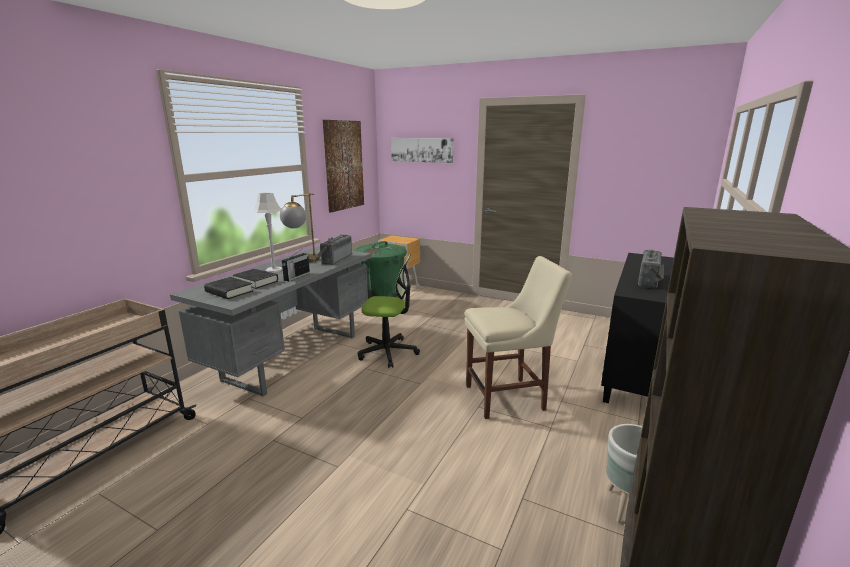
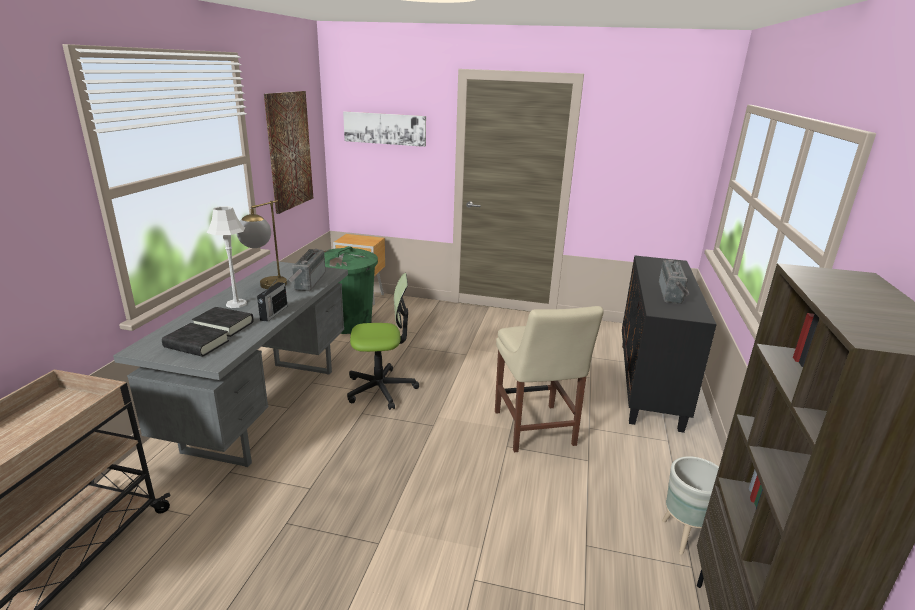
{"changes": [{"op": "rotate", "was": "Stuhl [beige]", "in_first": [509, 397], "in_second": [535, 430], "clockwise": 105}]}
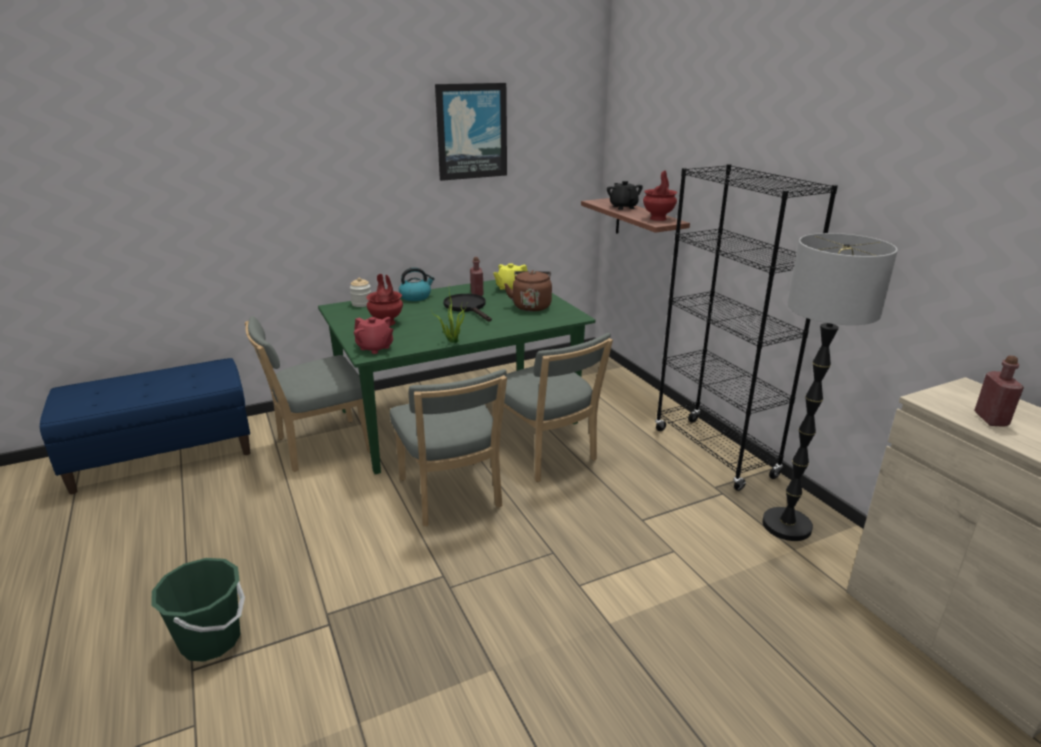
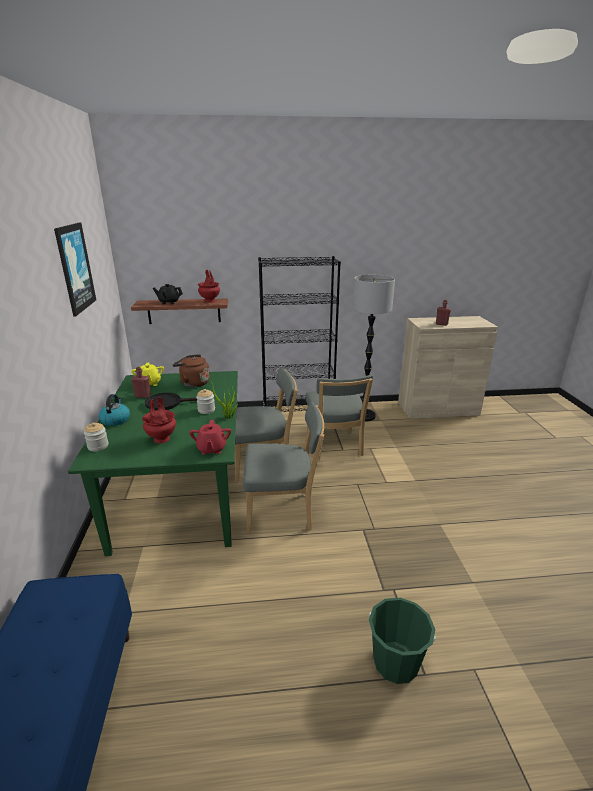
{"changes": [{"op": "move", "was": "Stuhl [grau]", "in_first": [319, 446], "in_second": [335, 446]}, {"op": "rotate", "was": "Teekanne [rot]", "in_first": [375, 348], "in_second": [211, 449], "clockwise": 120}, {"op": "insert", "now": "Vorratsglas", "in_second": [206, 410]}]}
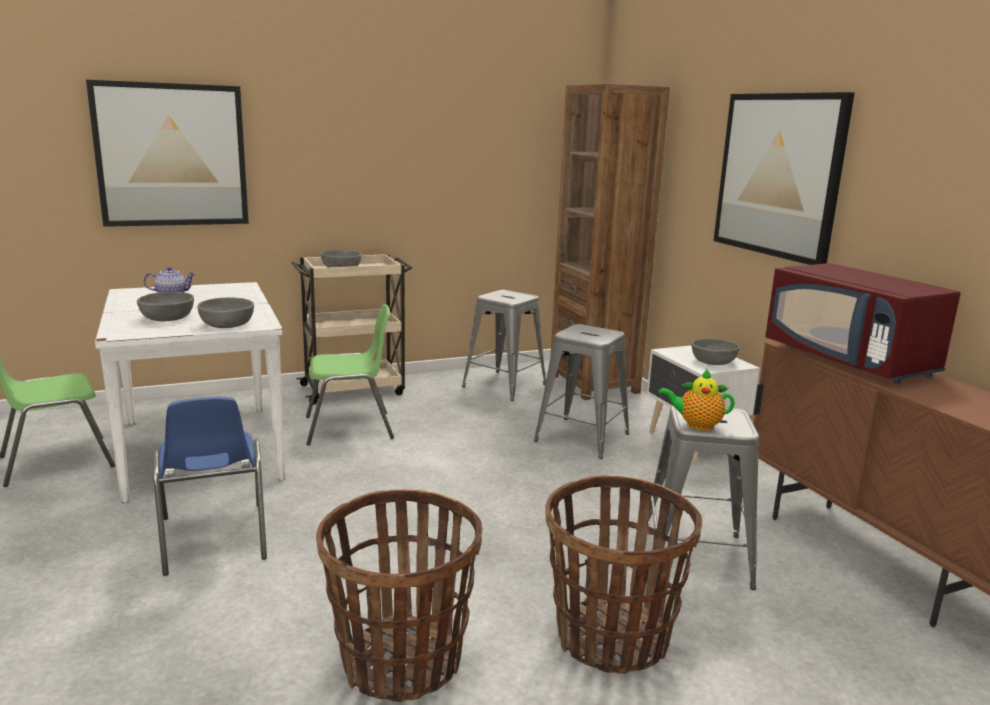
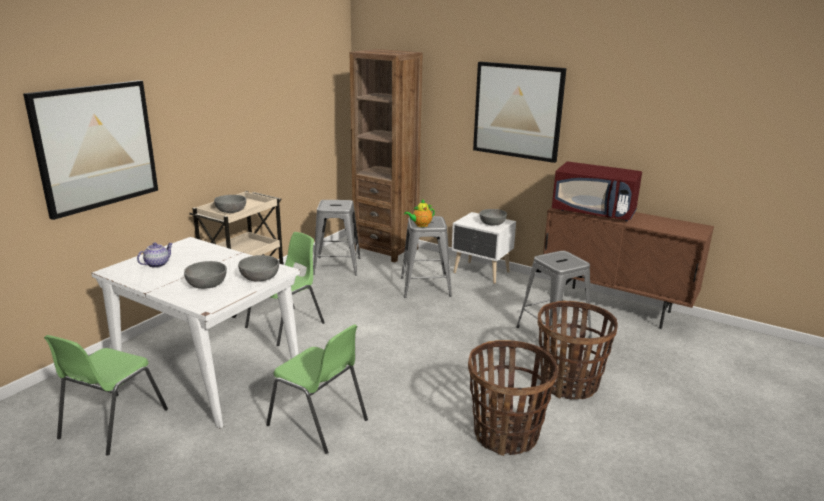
{"changes": [{"op": "recolor", "was": "Stuhl [blau]", "now": "Stuhl [grün]", "in_first": [213, 539], "in_second": [319, 423]}, {"op": "move", "was": "Teekanne", "in_first": [696, 425], "in_second": [420, 225]}]}
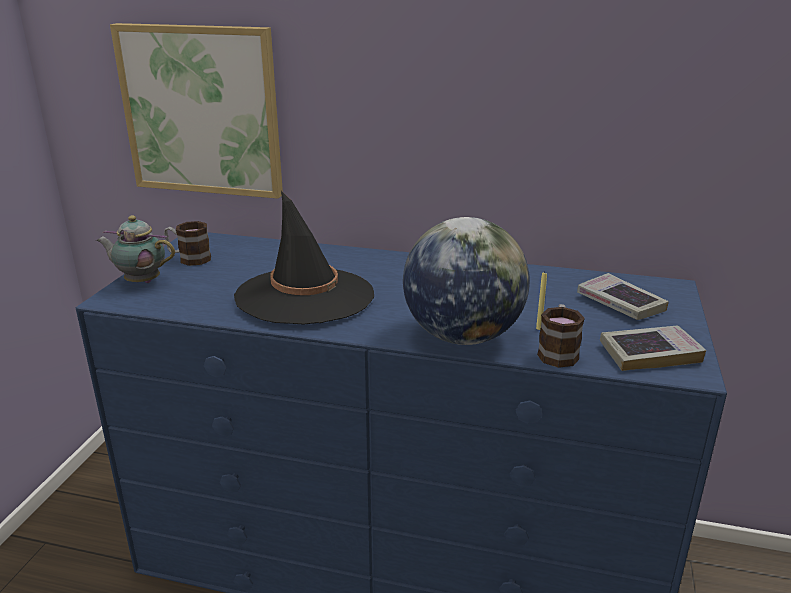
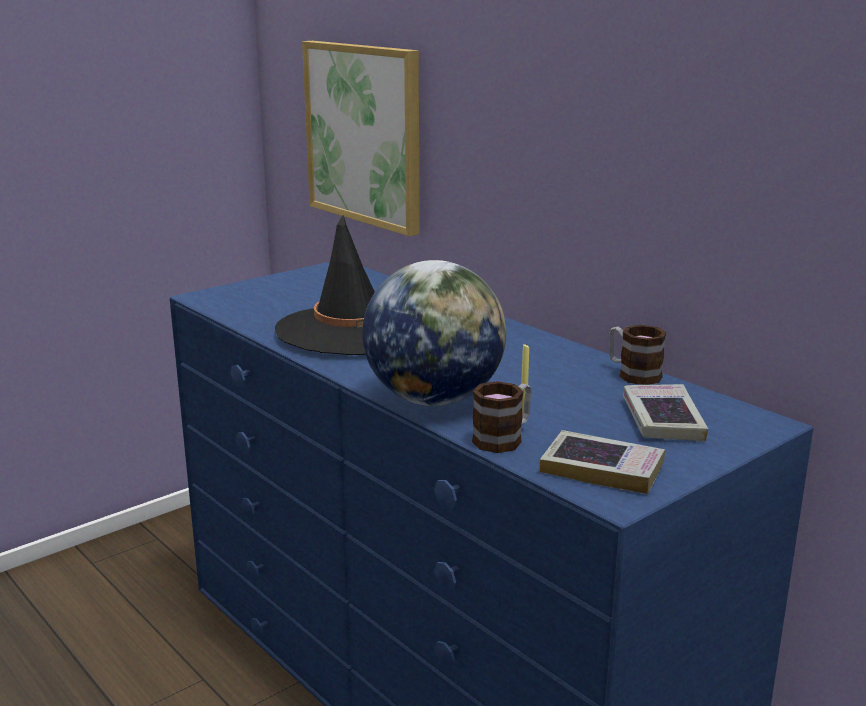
{"changes": [{"op": "delete", "was": "Teekanne", "in_first": [141, 281]}, {"op": "move", "was": "Henkelbecher", "in_first": [189, 258], "in_second": [632, 374]}]}
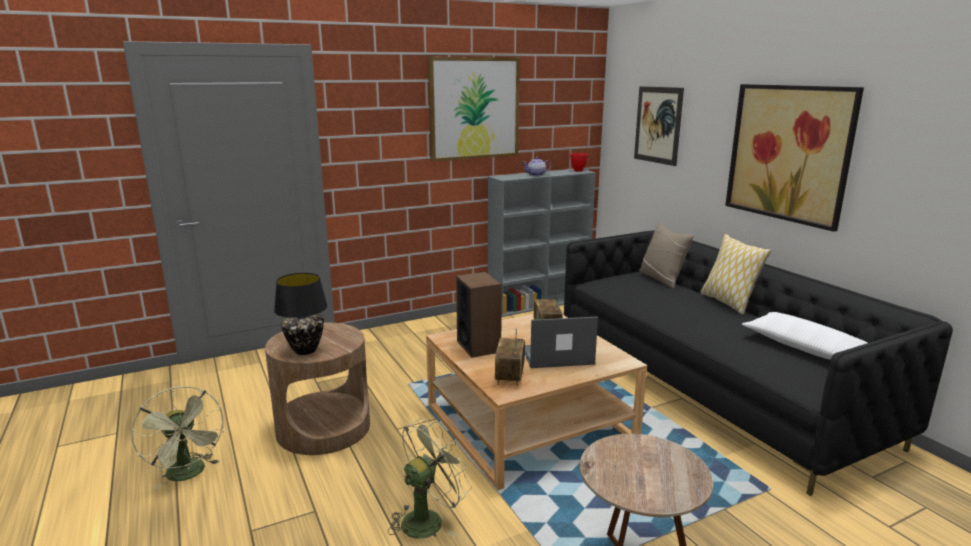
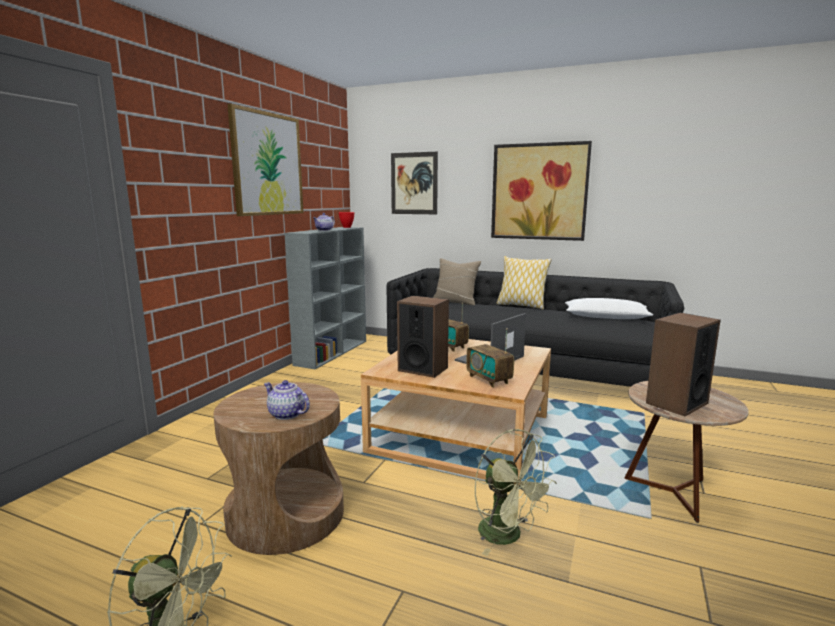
{"changes": [{"op": "replace", "was": "Tischlampe [schwarz]", "now": "Teekanne", "in_first": [305, 351], "in_second": [287, 414]}, {"op": "rotate", "was": "Ventilator [grün]", "in_first": [428, 519], "in_second": [508, 536], "clockwise": 135}, {"op": "insert", "now": "Lautsprecher", "in_second": [676, 403]}]}
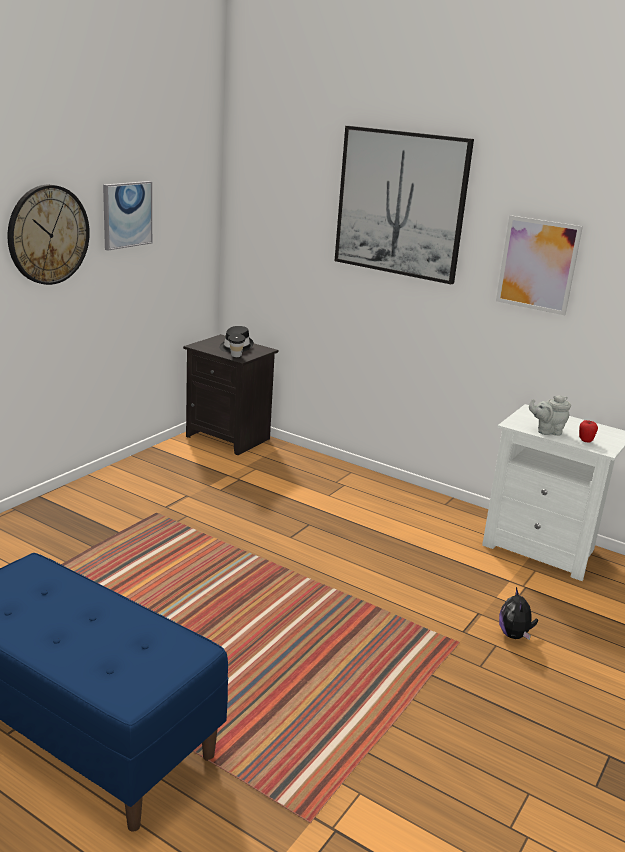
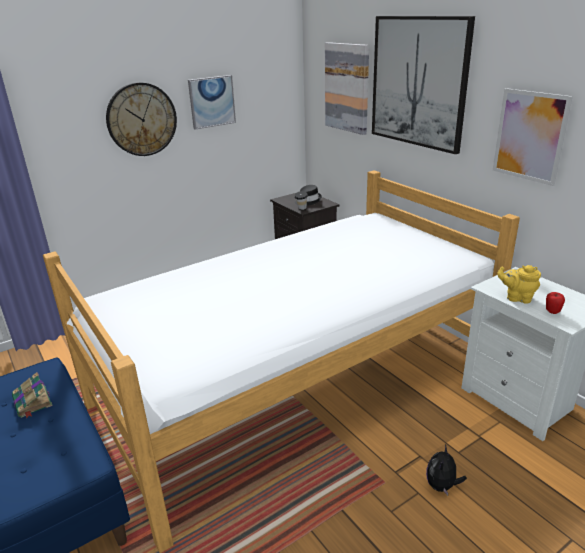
{"changes": [{"op": "recolor", "was": "Teekanne [grau]", "now": "Teekanne [gelb]", "in_first": [547, 431], "in_second": [517, 298]}, {"op": "insert", "now": "Buch", "in_second": [33, 402]}, {"op": "insert", "now": "Bett", "in_second": [297, 382]}, {"op": "insert", "now": "Bild", "in_second": [347, 88]}]}
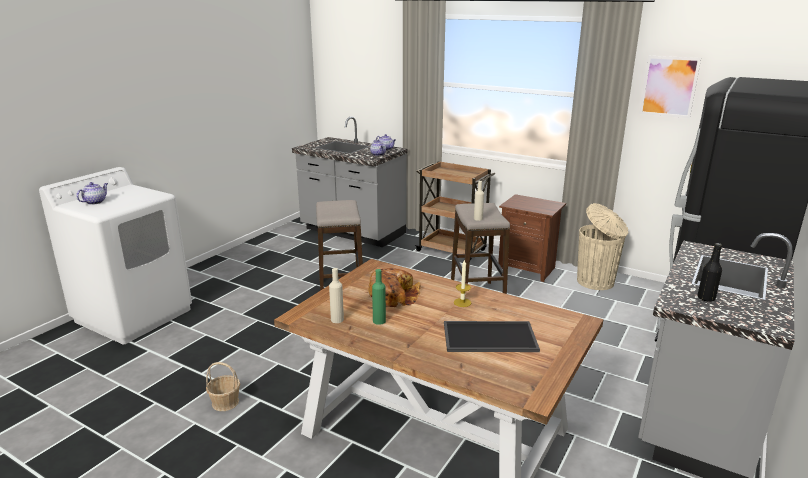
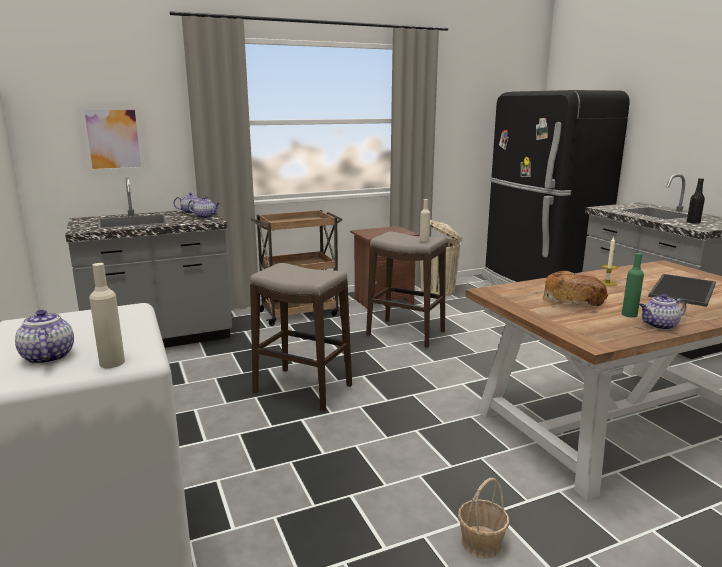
{"changes": [{"op": "move", "was": "Flasche [beige]", "in_first": [337, 320], "in_second": [112, 363]}, {"op": "move", "was": "Bild", "in_first": [669, 86], "in_second": [113, 139]}, {"op": "insert", "now": "Teekanne", "in_second": [659, 325]}]}
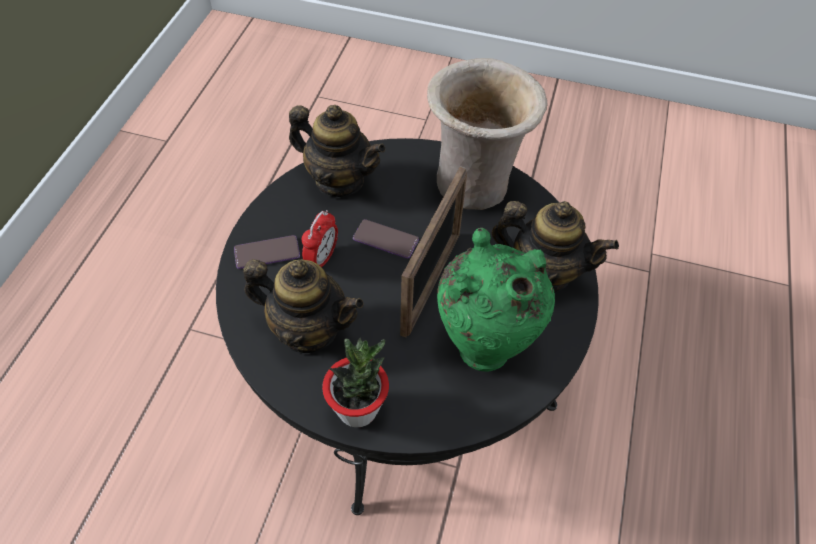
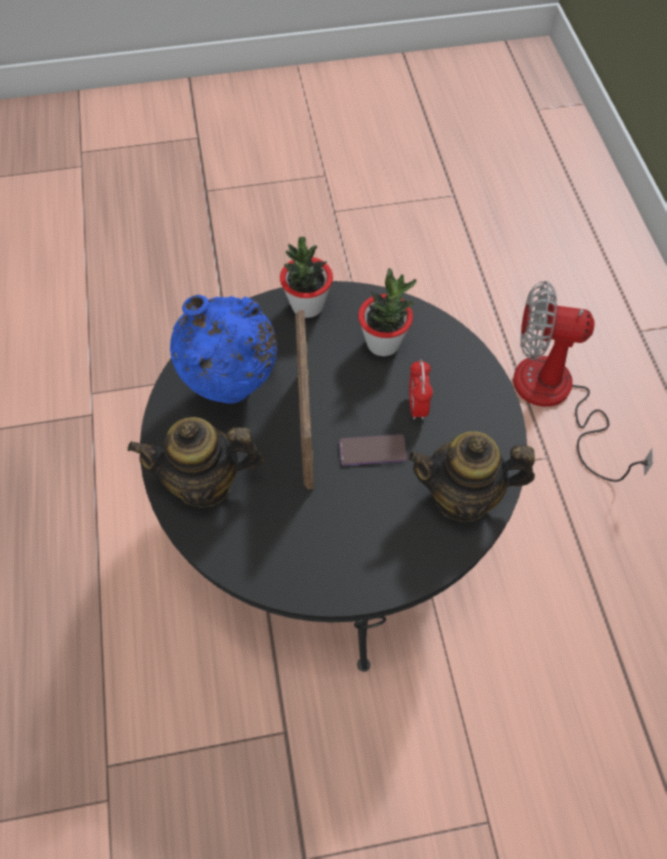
{"changes": [{"op": "delete", "was": "Handy", "in_first": [267, 253]}, {"op": "replace", "was": "Teekanne", "now": "Topfpflanze", "in_first": [308, 329], "in_second": [383, 343]}, {"op": "delete", "was": "Vase [beige]", "in_first": [474, 183]}, {"op": "recolor", "was": "Vase [grün]", "now": "Vase [blau]", "in_first": [484, 344], "in_second": [233, 392]}, {"op": "insert", "now": "Ventilator", "in_second": [555, 399]}]}
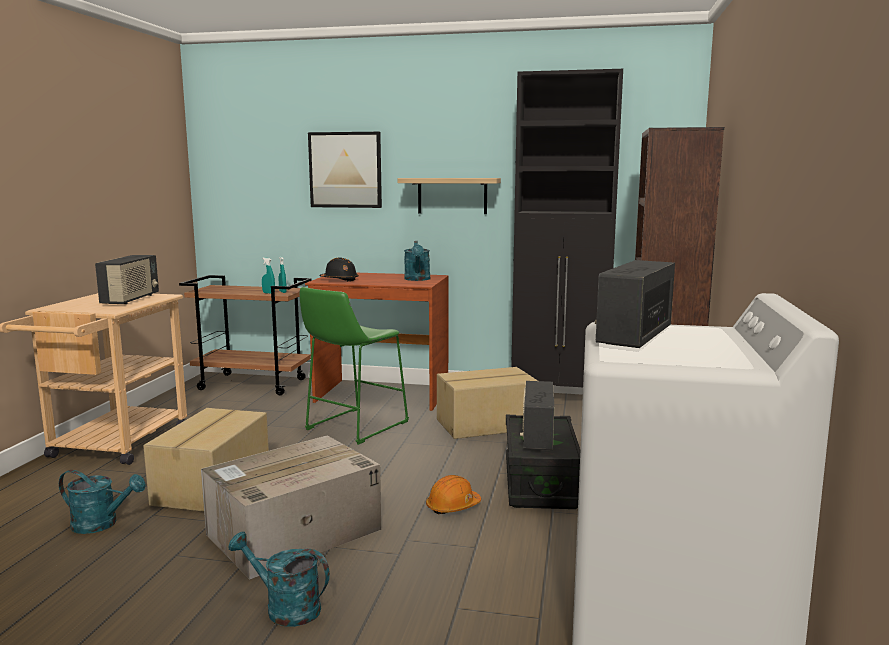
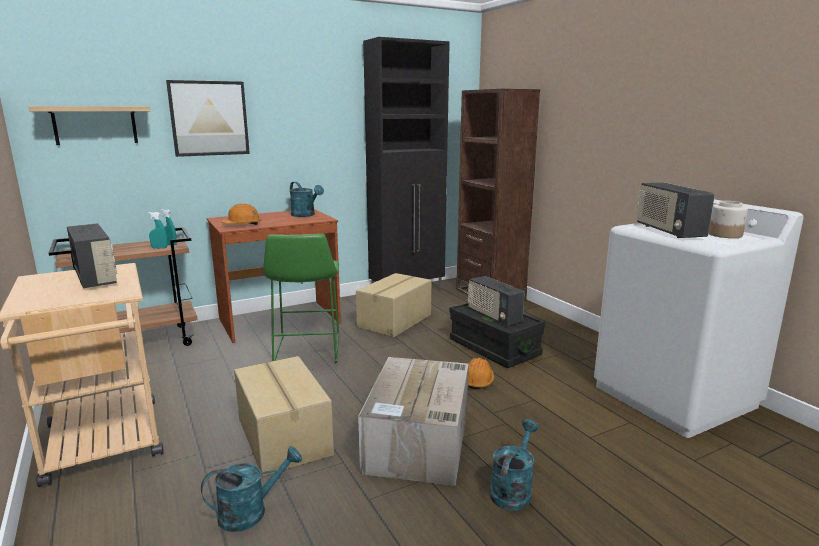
{"changes": [{"op": "rotate", "was": "Gießkanne [türkis]", "in_first": [285, 608], "in_second": [513, 489], "clockwise": 135}, {"op": "recolor", "was": "Schutzhelm [schwarz]", "now": "Schutzhelm [orange]", "in_first": [339, 280], "in_second": [242, 224]}, {"op": "move", "was": "Wandregal", "in_first": [452, 196], "in_second": [95, 125]}, {"op": "insert", "now": "Vorratsglas", "in_second": [725, 235]}]}
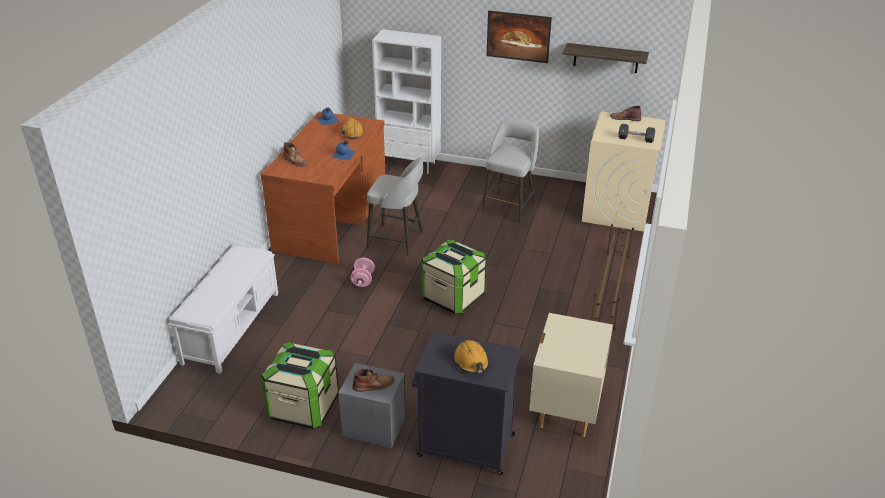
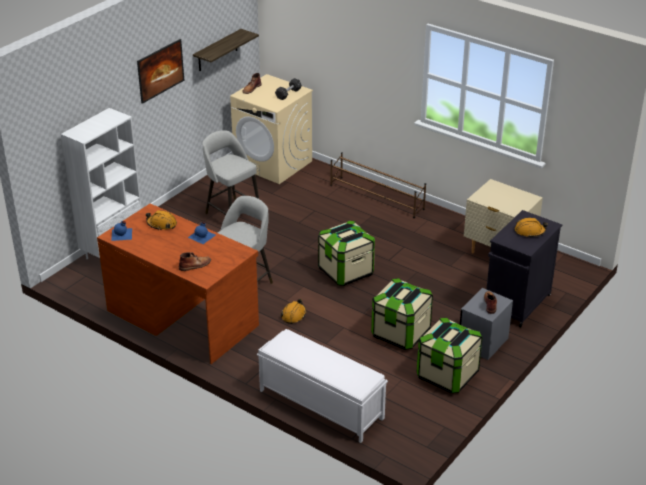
{"changes": [{"op": "replace", "was": "Hantel [rosa]", "now": "Schutzhelm [orange]", "in_first": [363, 280], "in_second": [293, 315]}, {"op": "insert", "now": "Aufbewahrungsbox", "in_second": [400, 333]}]}
